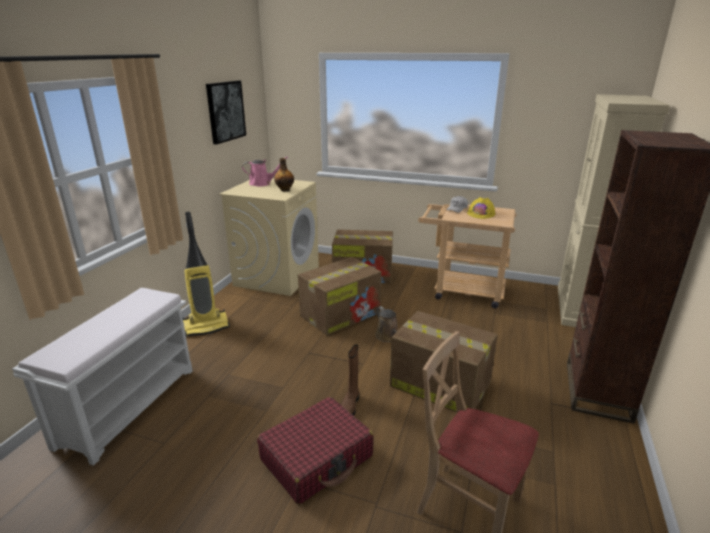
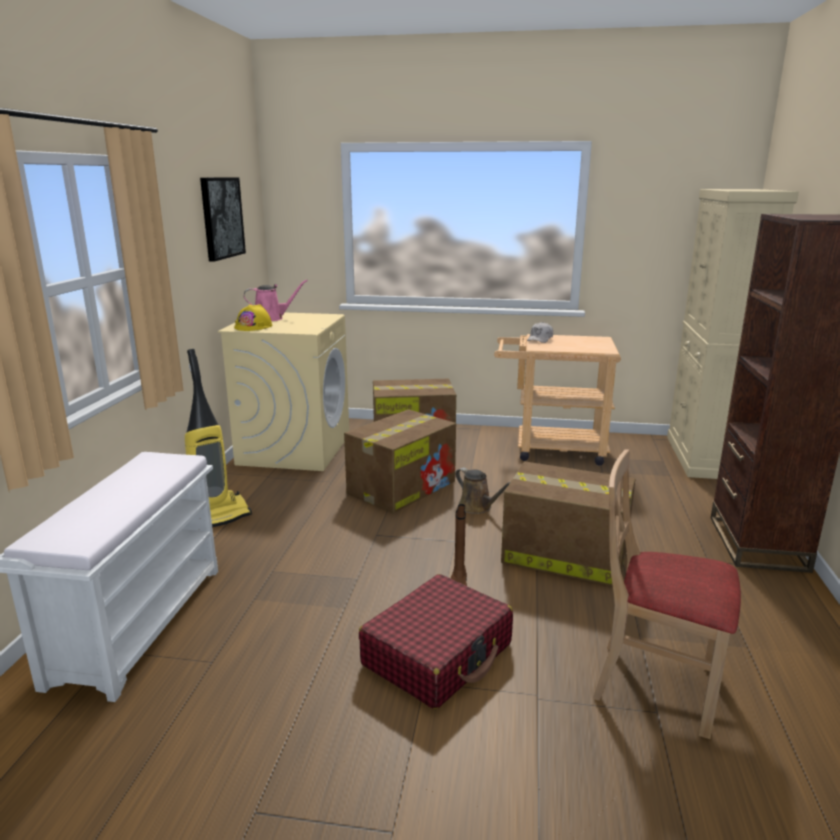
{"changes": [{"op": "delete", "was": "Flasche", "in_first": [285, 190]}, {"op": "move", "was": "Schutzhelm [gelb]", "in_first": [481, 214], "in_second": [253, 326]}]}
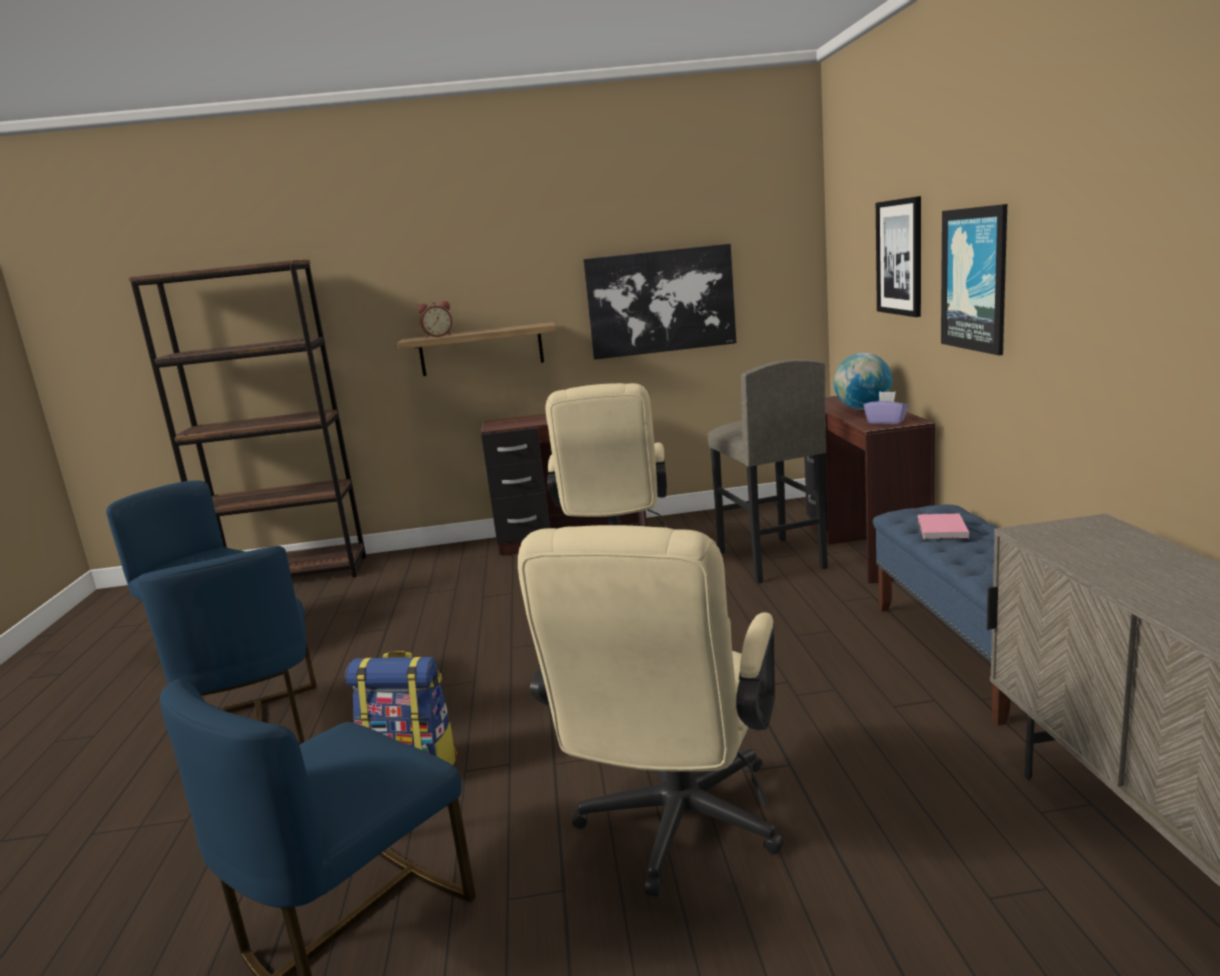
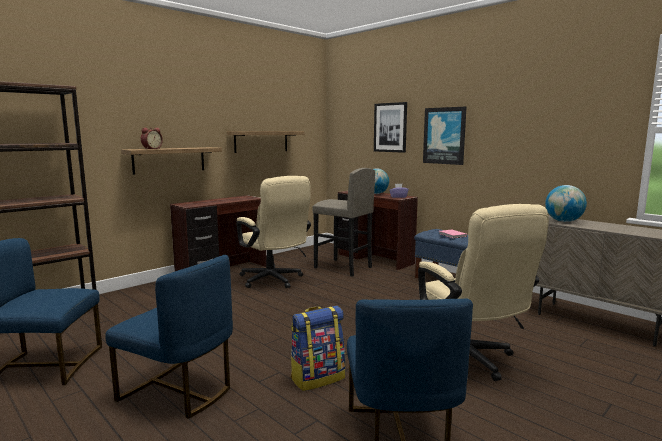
{"changes": [{"op": "replace", "was": "Bild", "now": "Wandregal", "in_first": [660, 301], "in_second": [261, 141]}, {"op": "insert", "now": "Globus", "in_second": [563, 221]}]}
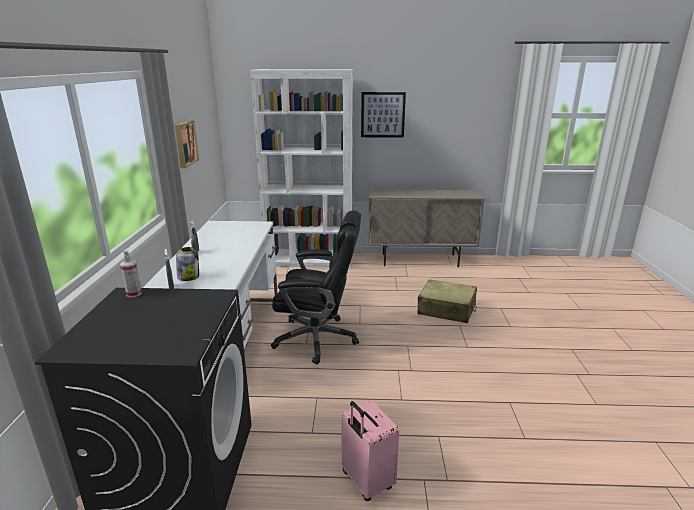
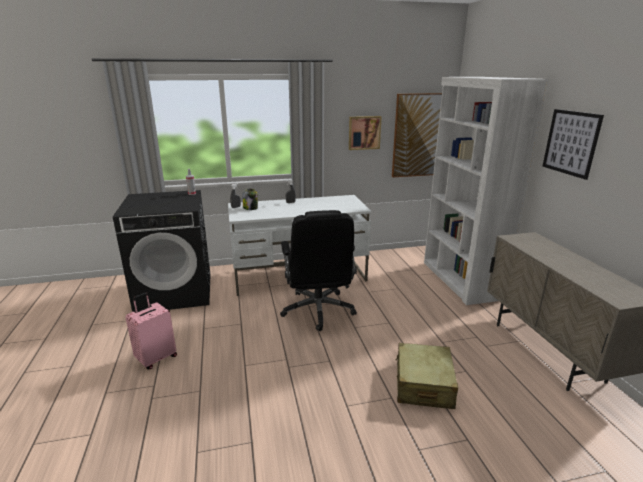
{"changes": [{"op": "insert", "now": "Bild", "in_second": [419, 135]}]}
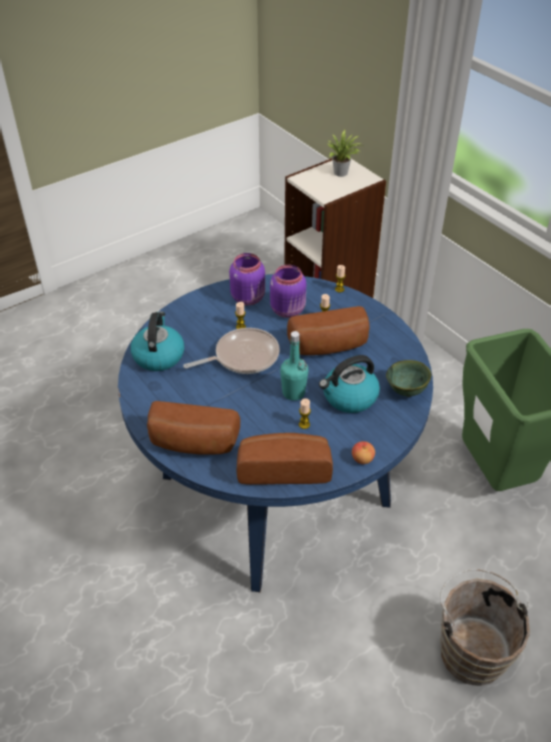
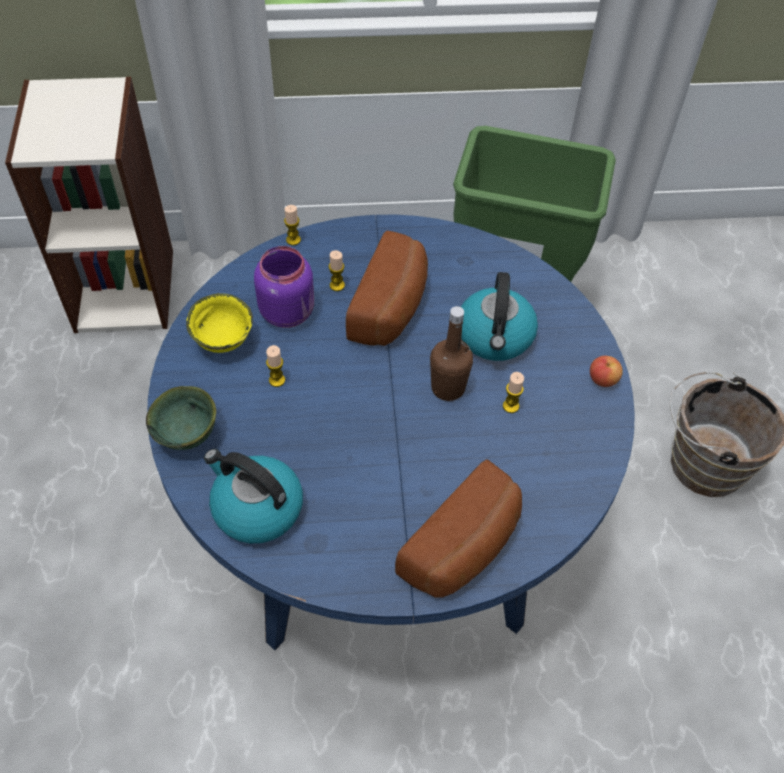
{"changes": [{"op": "delete", "was": "Pfanne", "in_first": [243, 356]}, {"op": "replace", "was": "Vorratsglas [lila]", "now": "Schüssel [gelb]", "in_first": [249, 297], "in_second": [224, 340]}, {"op": "delete", "was": "Brot", "in_first": [283, 468]}, {"op": "recolor", "was": "Flasche [türkis]", "now": "Flasche [braun]", "in_first": [293, 393], "in_second": [448, 388]}, {"op": "delete", "was": "Topfpflanze", "in_first": [342, 173]}, {"op": "move", "was": "Schüssel [grün]", "in_first": [406, 391], "in_second": [188, 436]}]}
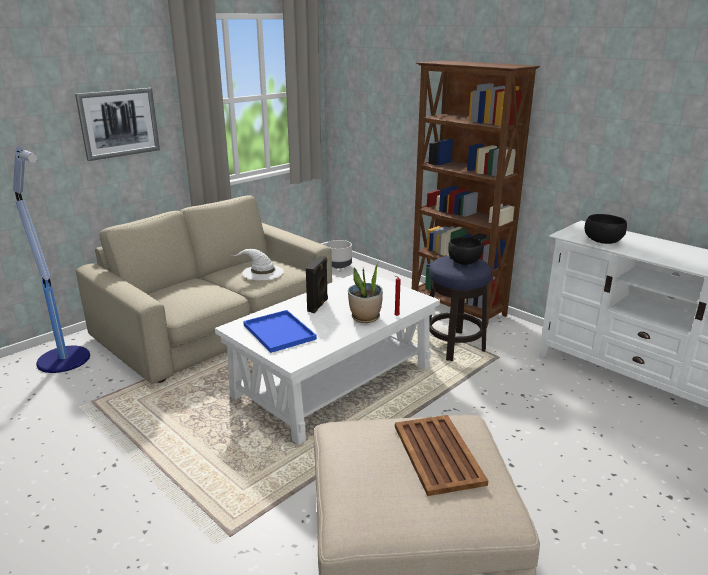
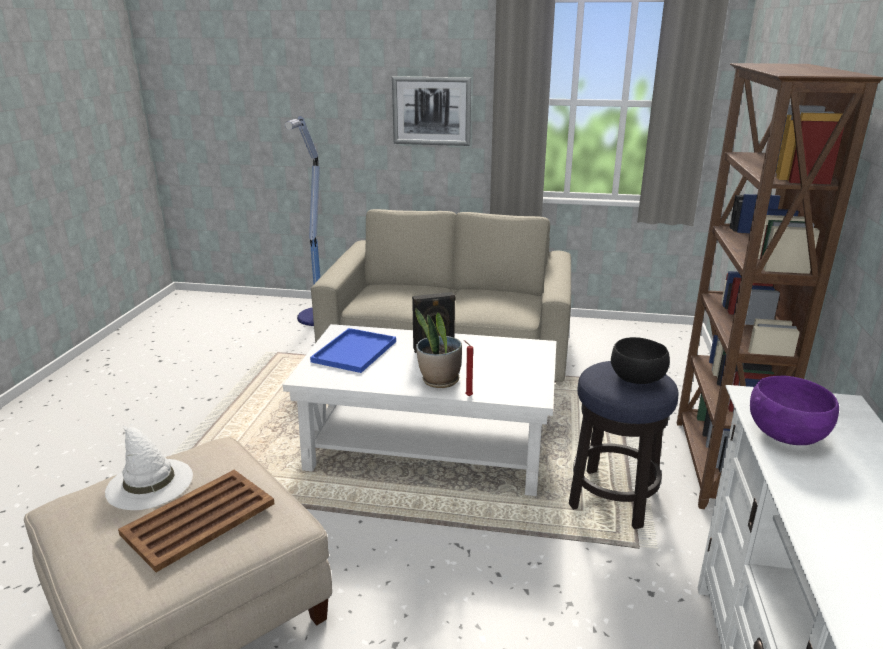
{"changes": [{"op": "move", "was": "Hut [weiß]", "in_first": [262, 272], "in_second": [148, 483]}, {"op": "delete", "was": "Pflanzkübel [grau]", "in_first": [339, 266]}, {"op": "recolor", "was": "Schüssel [schwarz]", "now": "Schüssel [lila]", "in_first": [602, 241], "in_second": [785, 434]}]}
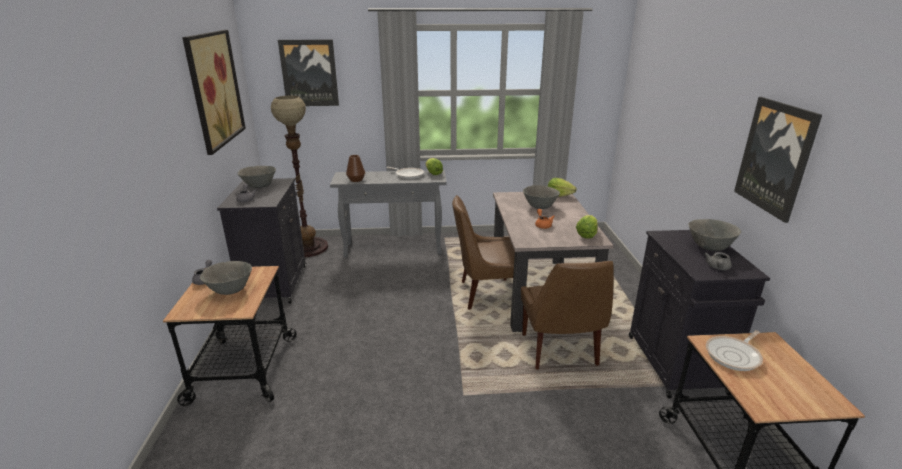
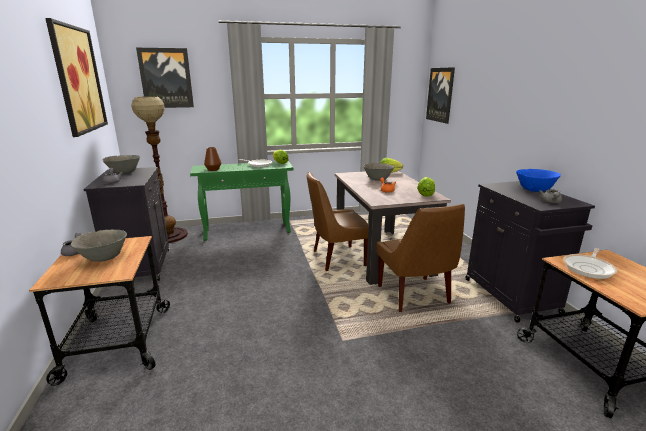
{"changes": [{"op": "recolor", "was": "Konsolentisch [grau]", "now": "Konsolentisch [grün]", "in_first": [394, 249], "in_second": [248, 231]}, {"op": "recolor", "was": "Schüssel [grau]", "now": "Schüssel [blau]", "in_first": [709, 248], "in_second": [534, 191]}, {"op": "move", "was": "Bild", "in_first": [775, 157], "in_second": [440, 95]}]}
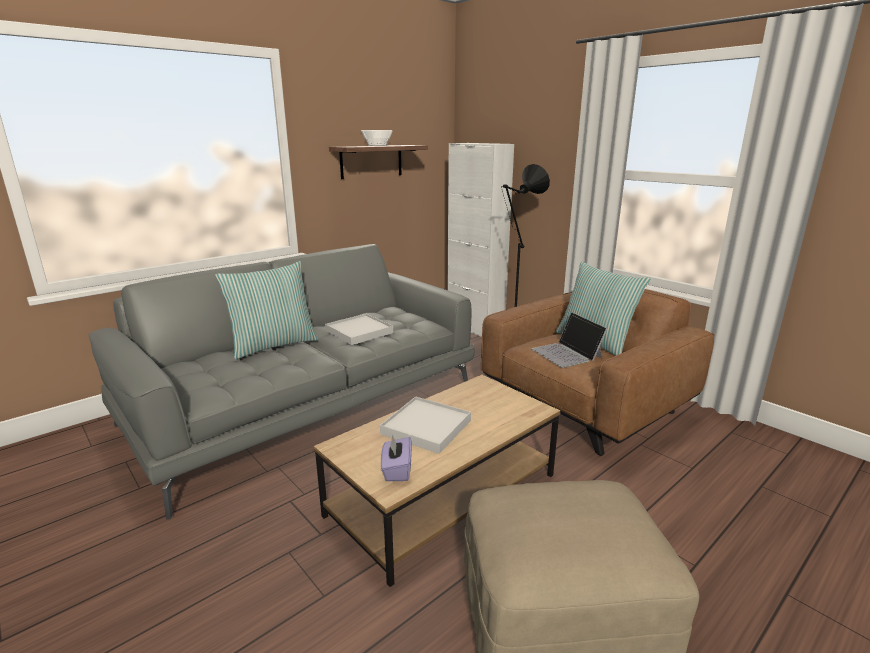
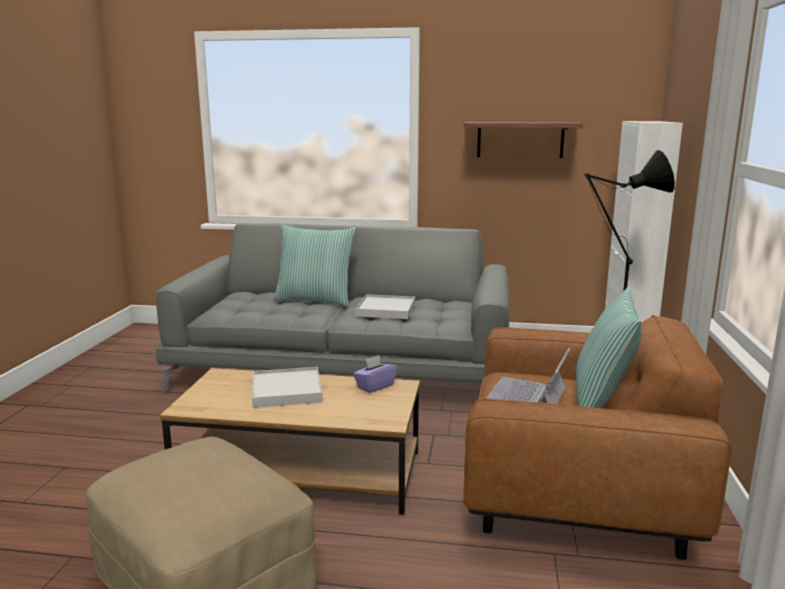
{"changes": [{"op": "delete", "was": "Schüssel", "in_first": [376, 145]}, {"op": "move", "was": "Taschentuchbox [lila]", "in_first": [397, 470], "in_second": [375, 386]}]}
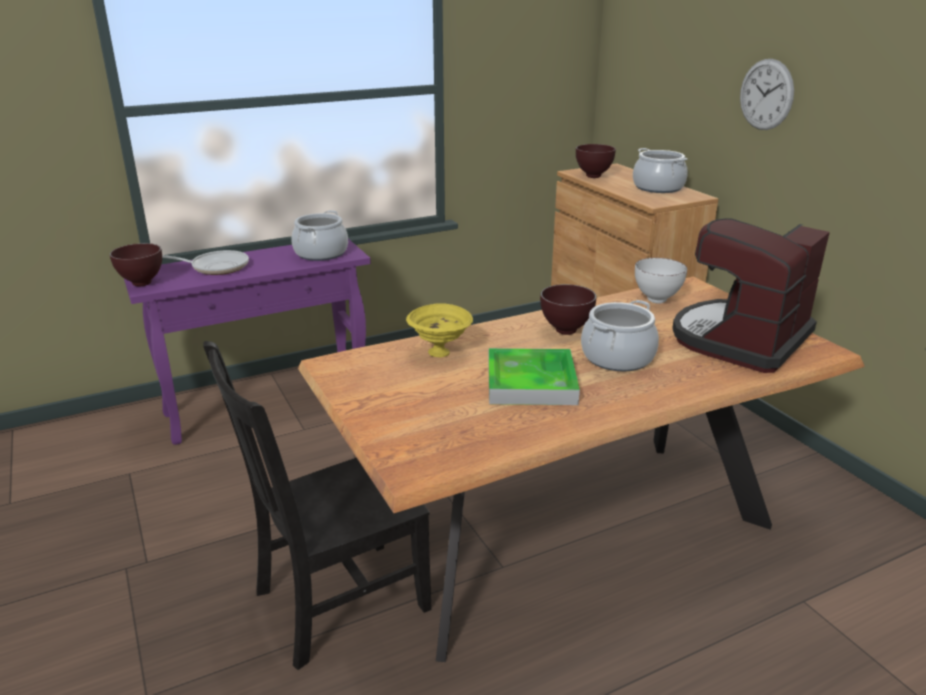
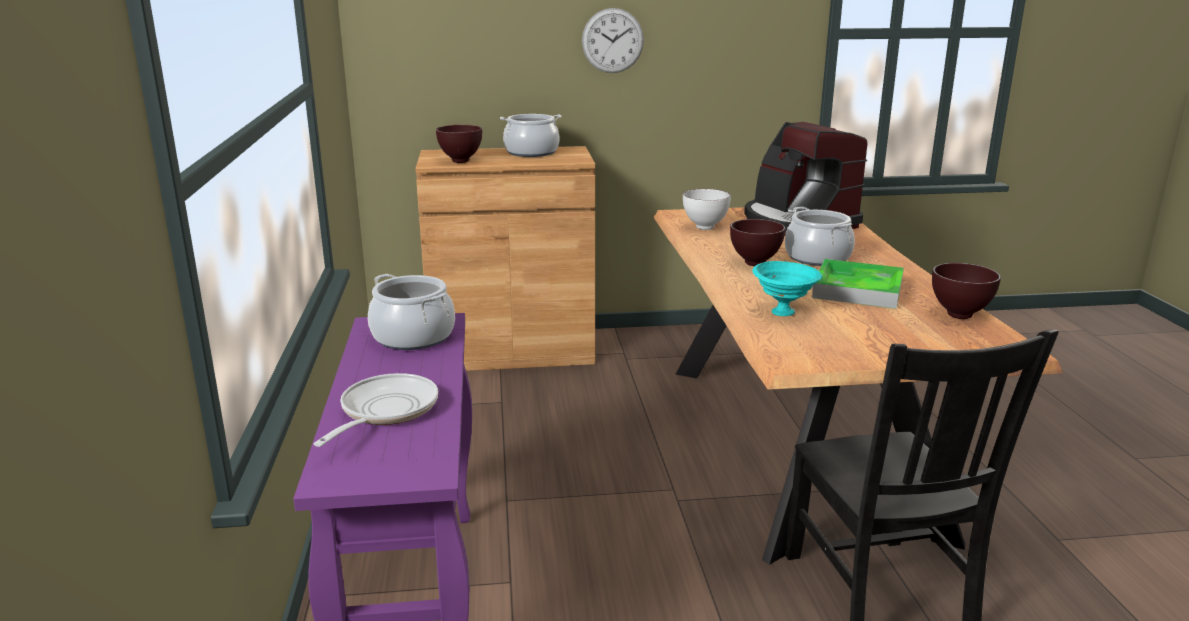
{"changes": [{"op": "move", "was": "Schüssel [braun]", "in_first": [143, 283], "in_second": [959, 315]}, {"op": "recolor", "was": "Schüssel [gelb]", "now": "Schüssel [türkis]", "in_first": [441, 353], "in_second": [783, 312]}]}
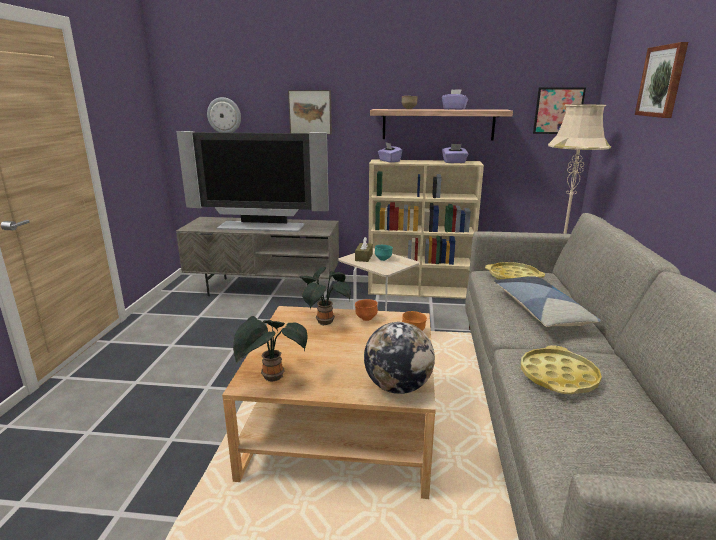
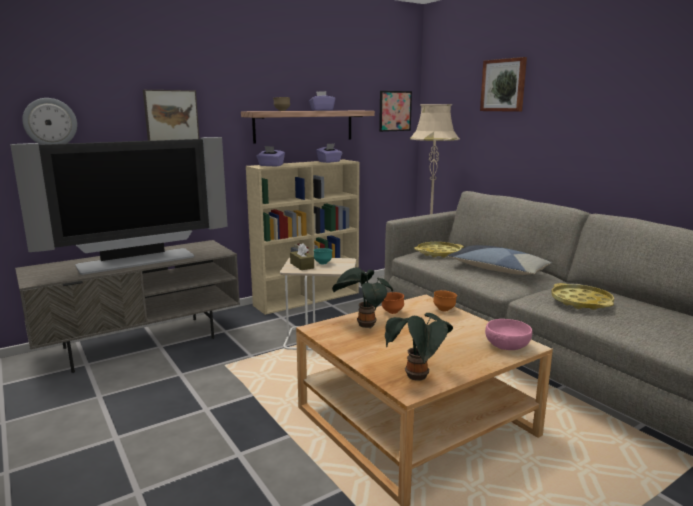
{"changes": [{"op": "replace", "was": "Globus", "now": "Schüssel [rosa]", "in_first": [398, 387], "in_second": [507, 345]}]}
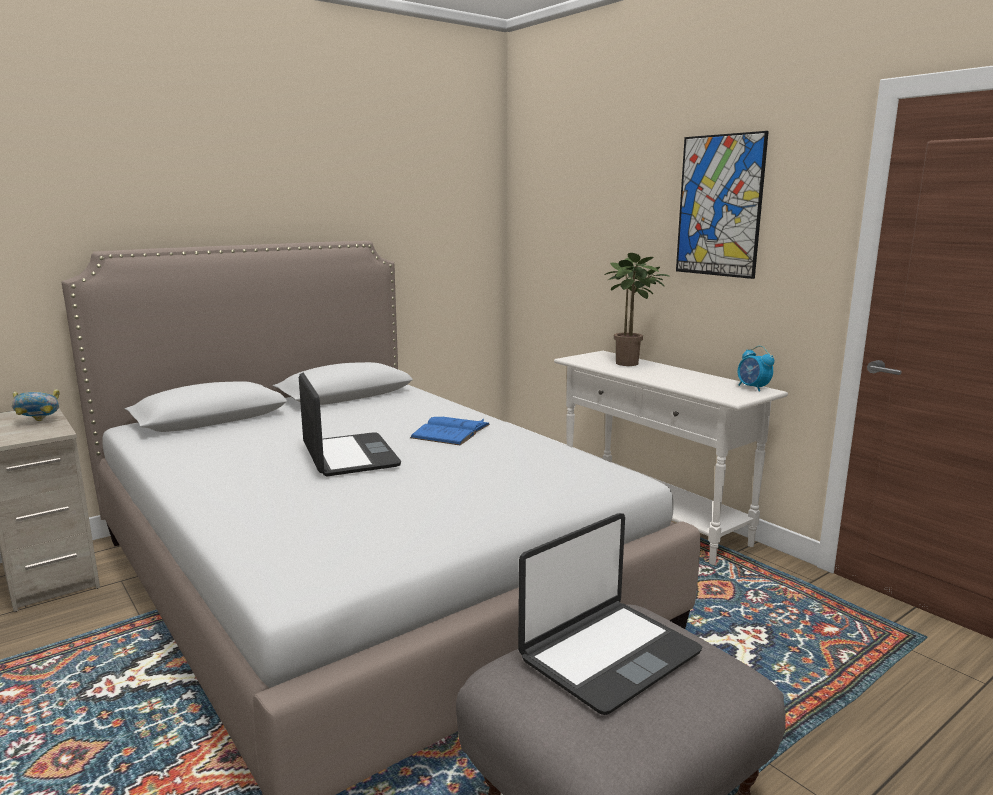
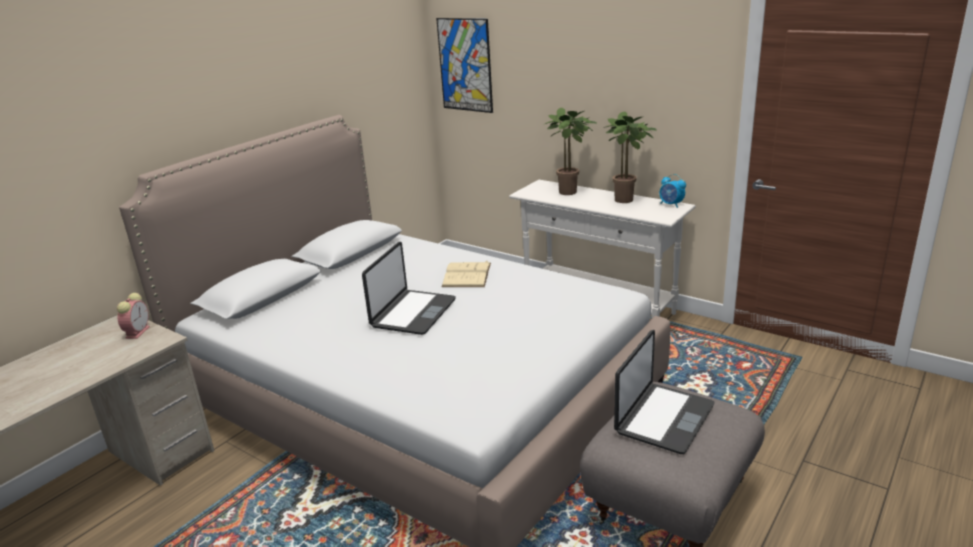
{"changes": [{"op": "replace", "was": "Schüssel", "now": "Wecker", "in_first": [39, 422], "in_second": [138, 332]}, {"op": "rotate", "was": "Laptop", "in_first": [349, 456], "in_second": [412, 313], "clockwise": 60}, {"op": "recolor", "was": "Buch [blau]", "now": "Buch [beige]", "in_first": [451, 431], "in_second": [467, 275]}, {"op": "move", "was": "Bild", "in_first": [719, 206], "in_second": [465, 65]}, {"op": "insert", "now": "Topfpflanze", "in_second": [627, 200]}]}
